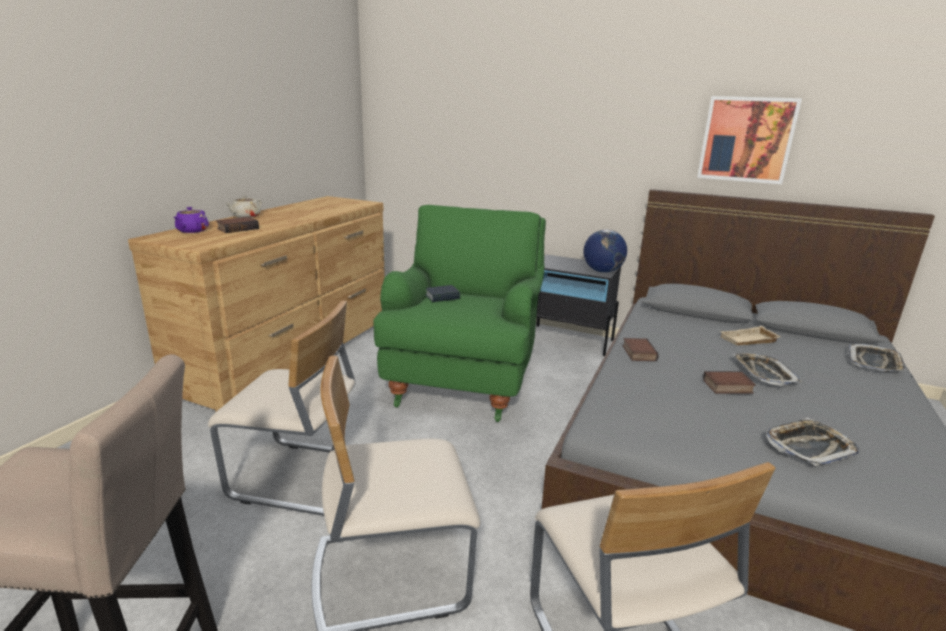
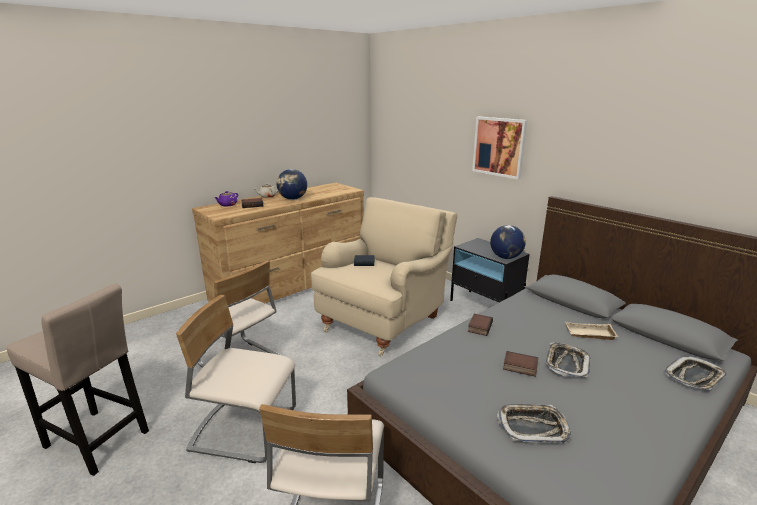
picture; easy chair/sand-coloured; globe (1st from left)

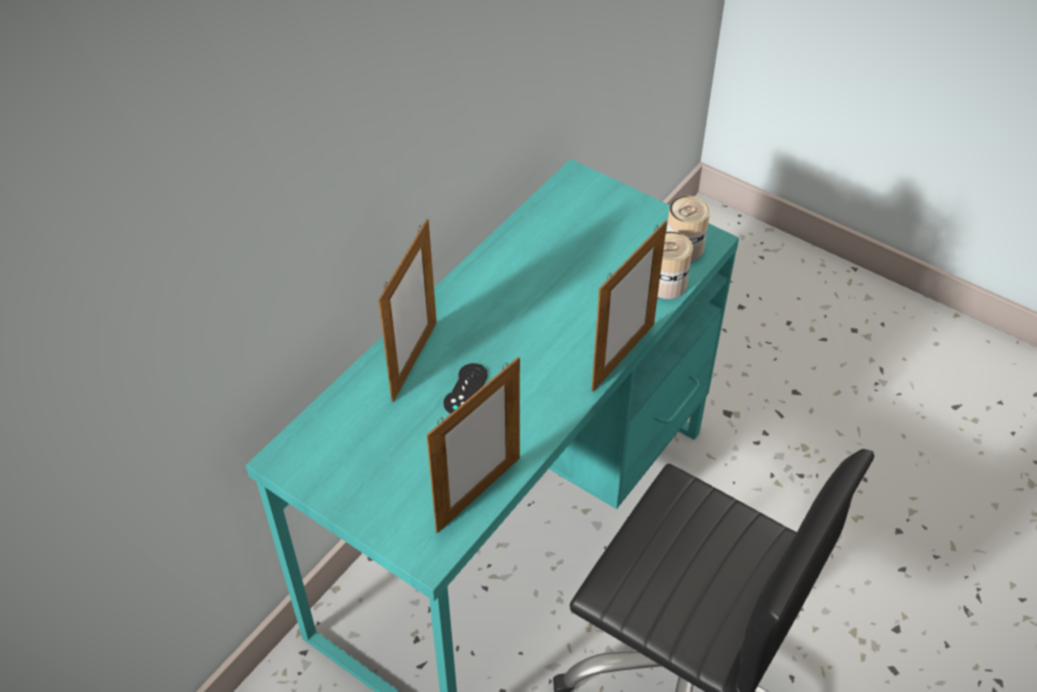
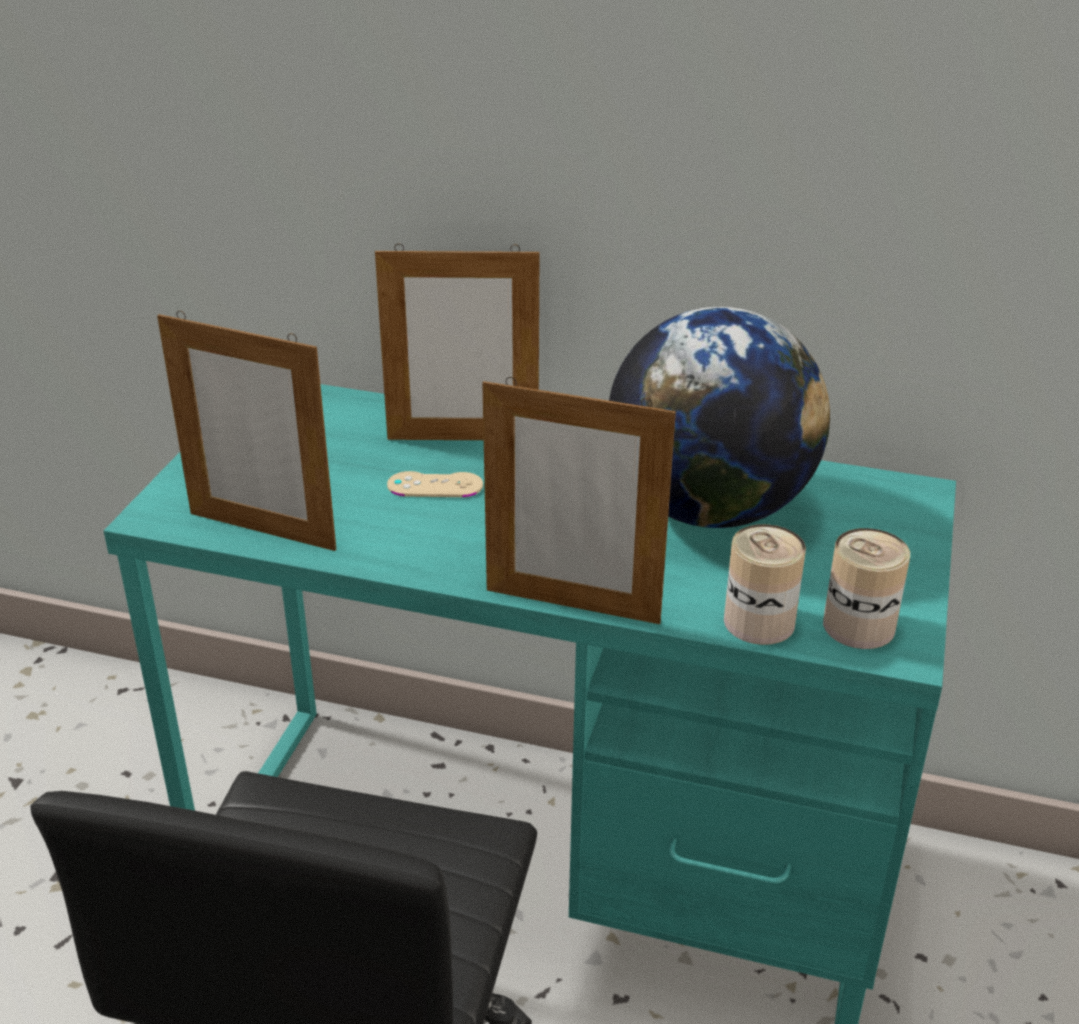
gamepad/sand-coloured; globe

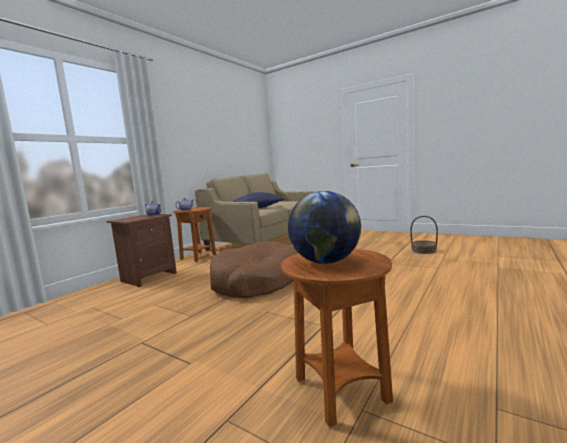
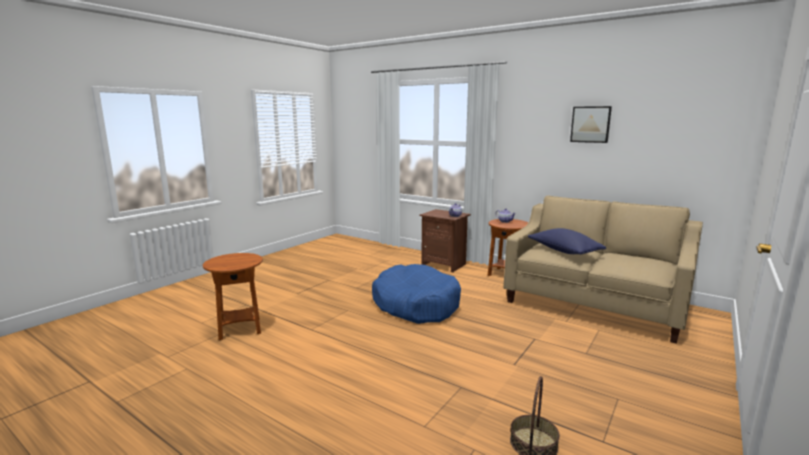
globe; dog bed/blue; picture

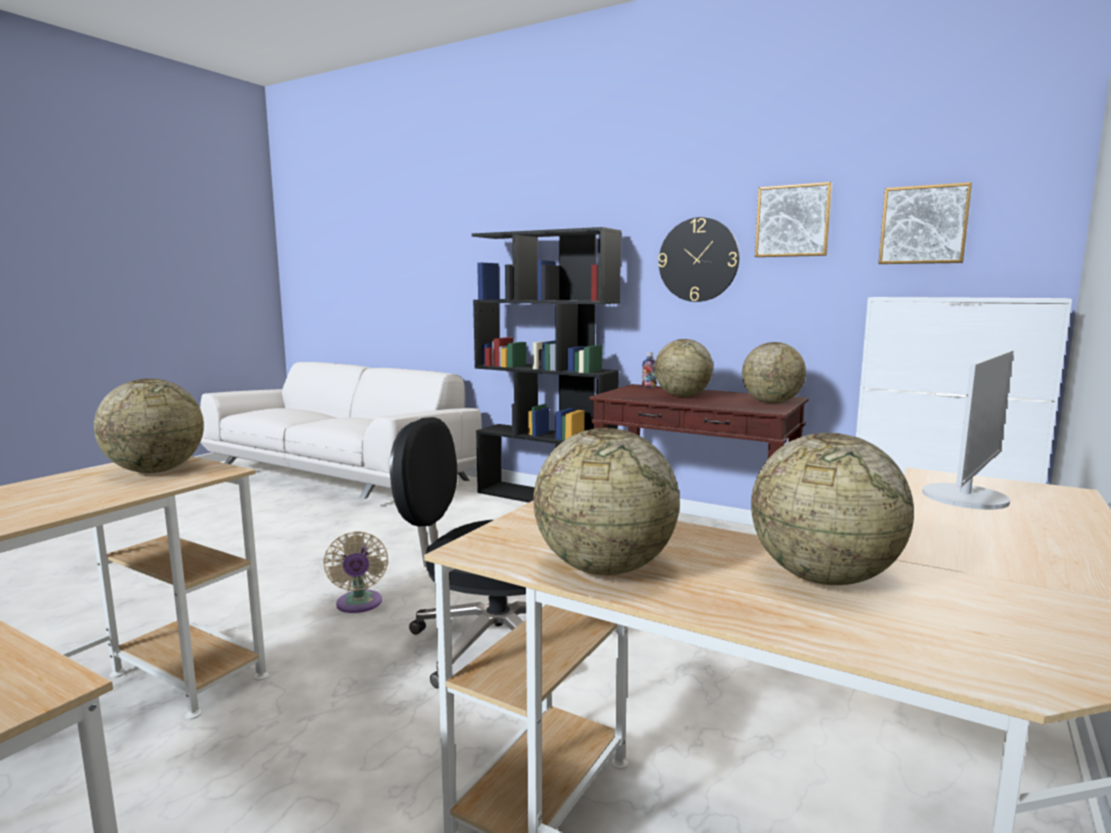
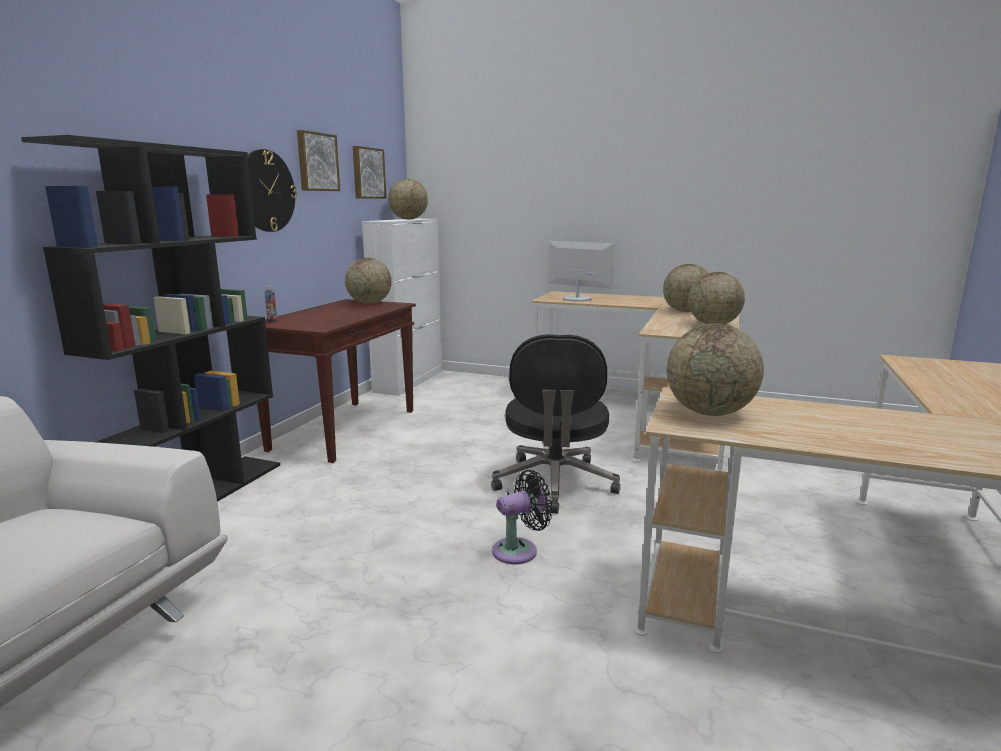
globe (2nd from left); fan/blackish

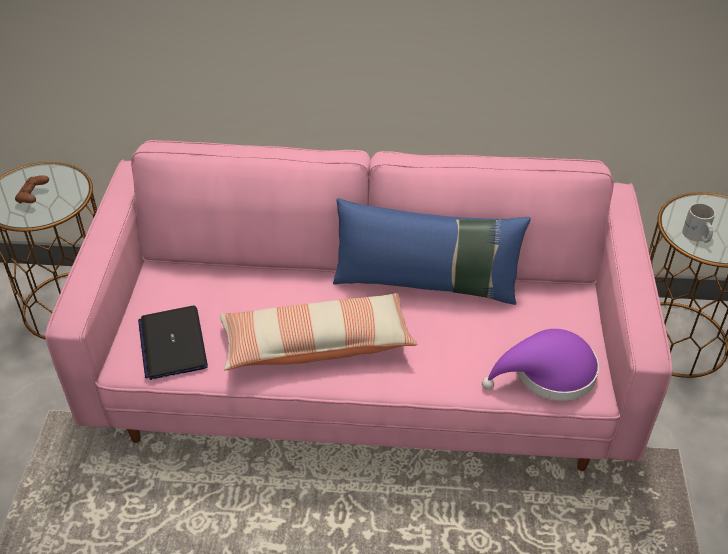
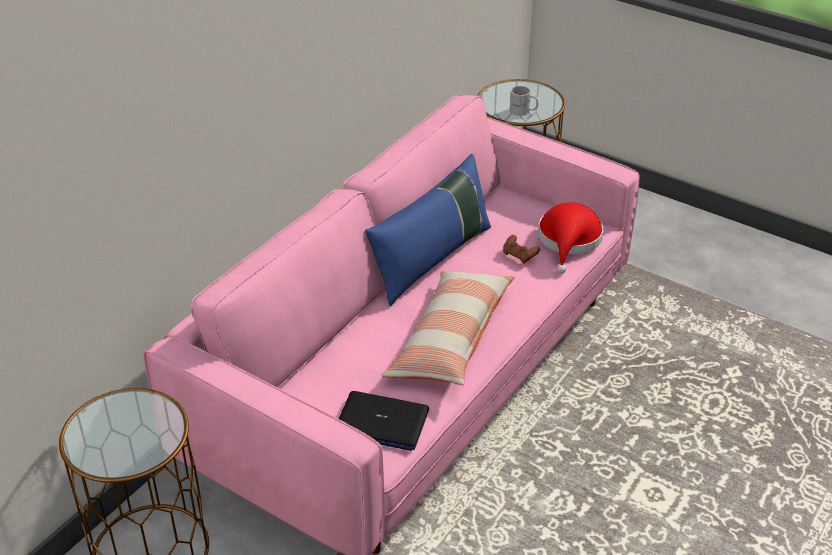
gamepad/brown; hat/red-coloured

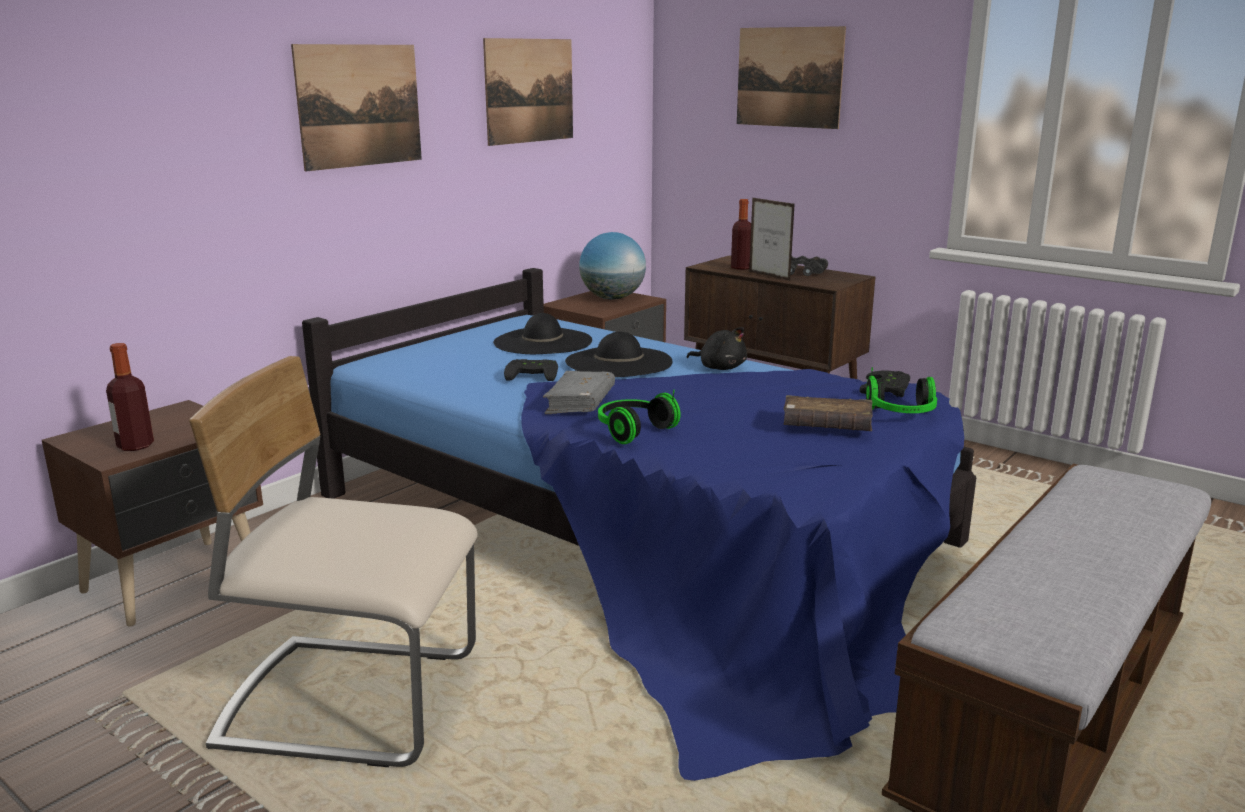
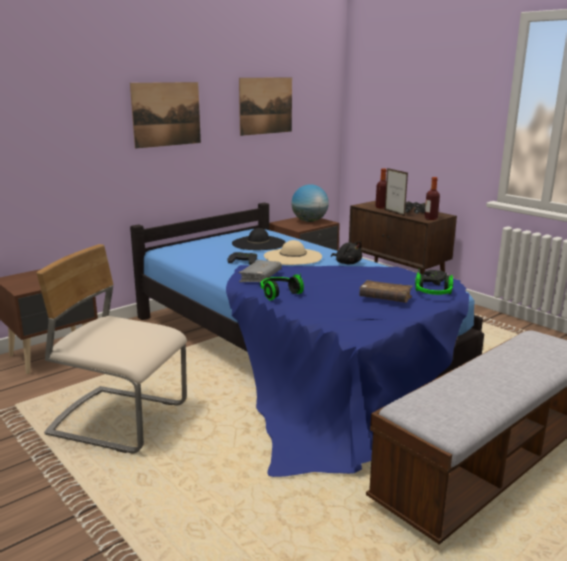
picture (3rd from left in the first image); hat/sand-coloured; beverage bottle (2nd from left)

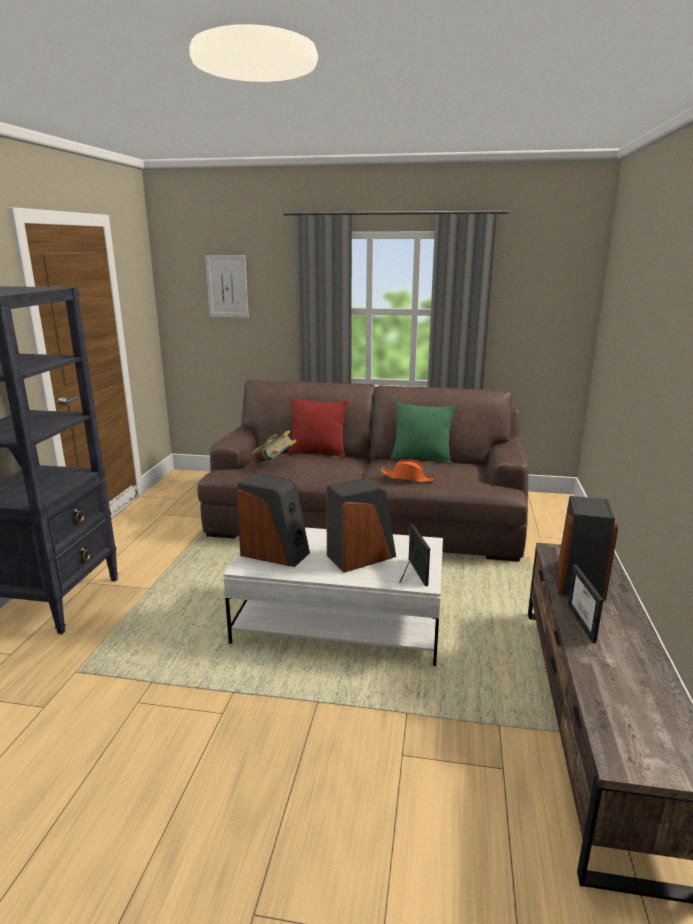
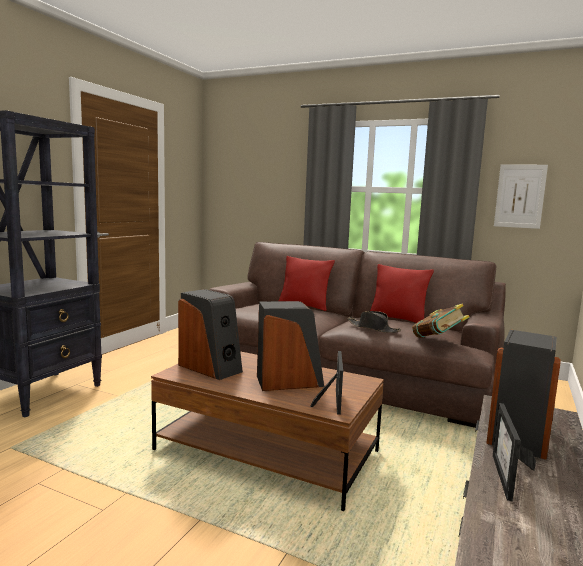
picture; throw pillow/red-coloured (2nd from left); volume; hat/blackish; low table/brown

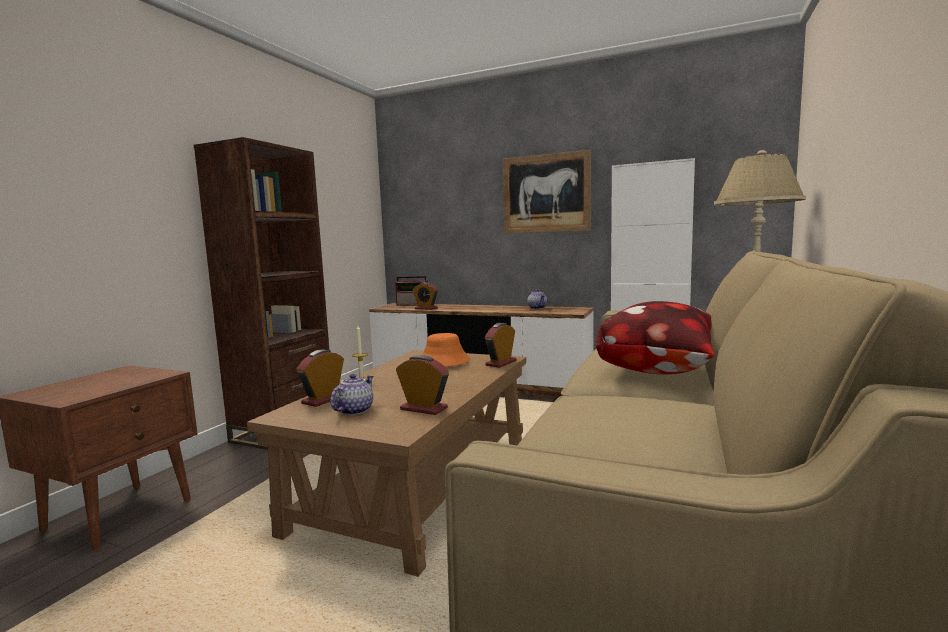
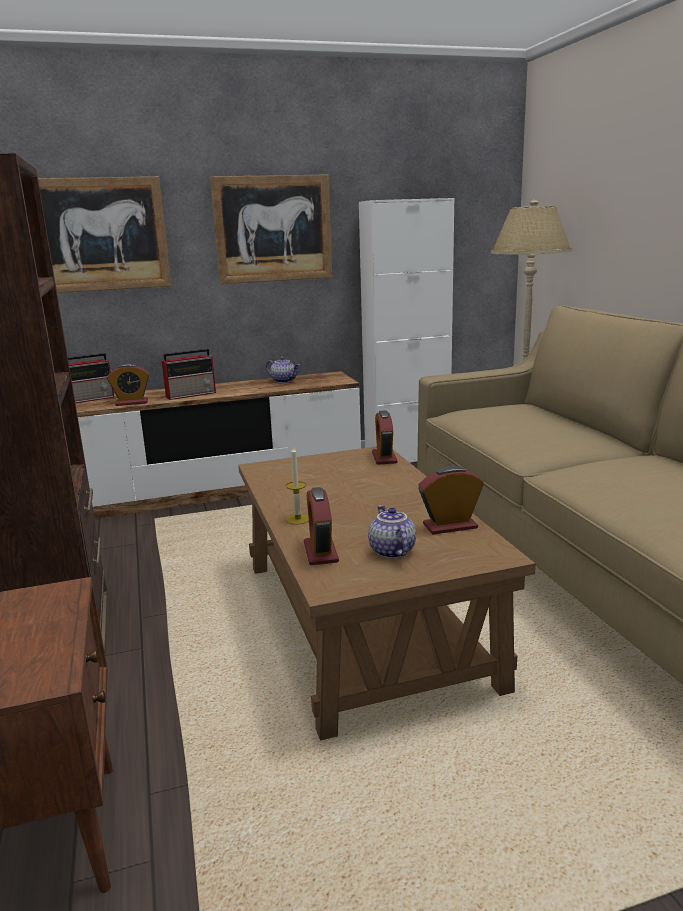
throw pillow; hat/orange-coloured; picture (1st from left); radio set (2nd from left)

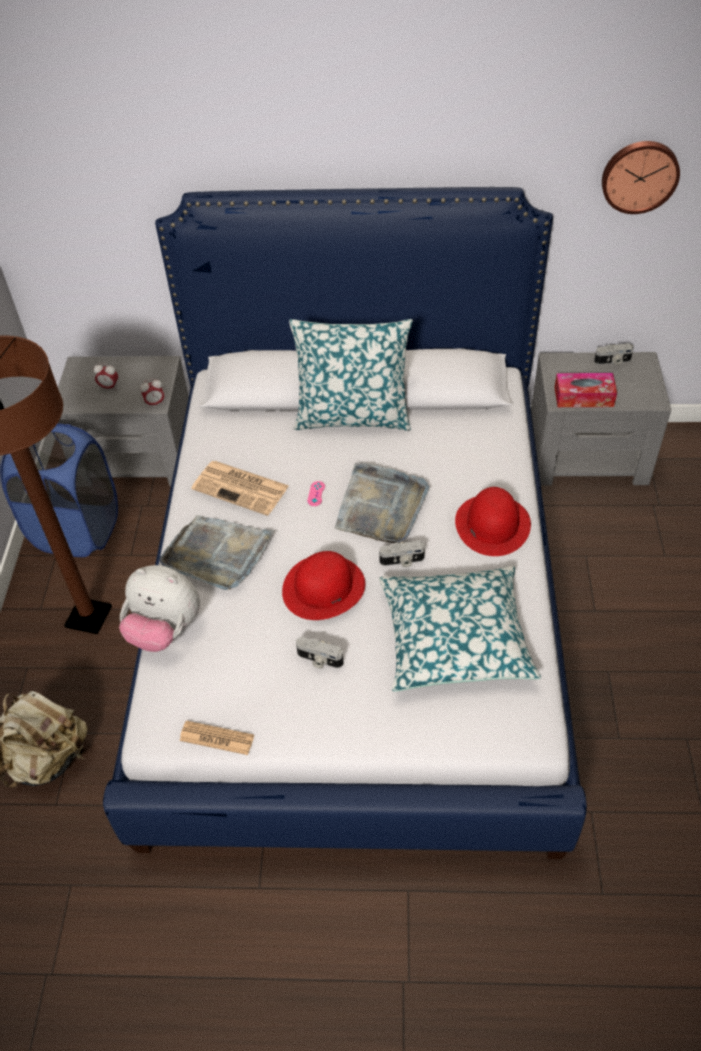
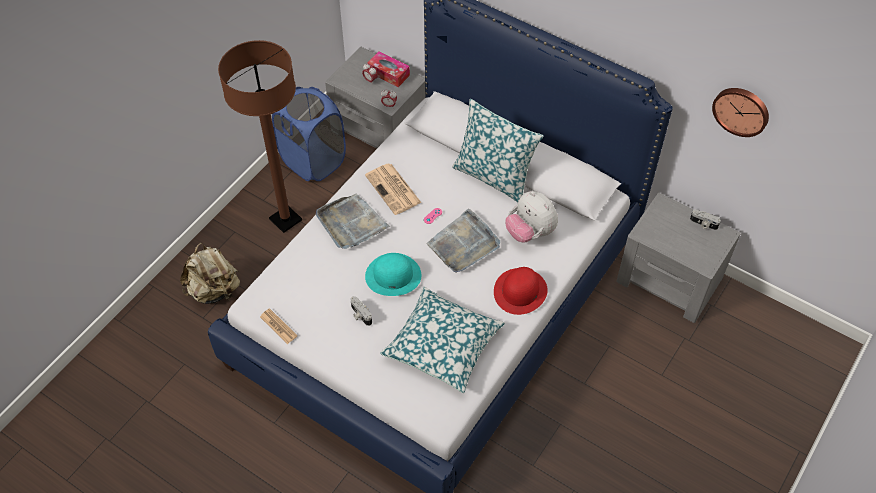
box of tissues; photo camera (2nd from left in the first image); hat/blue-green; plush toy

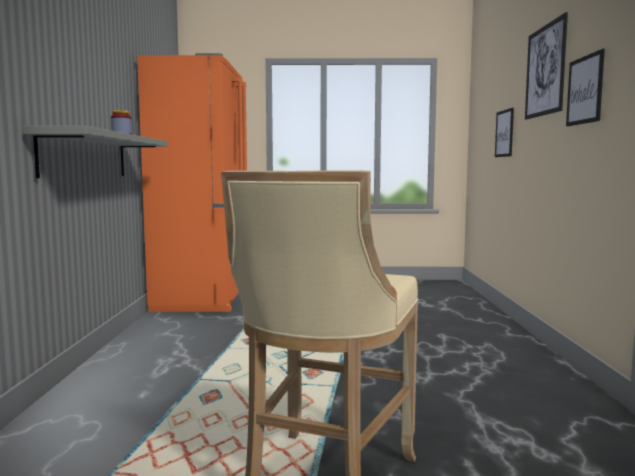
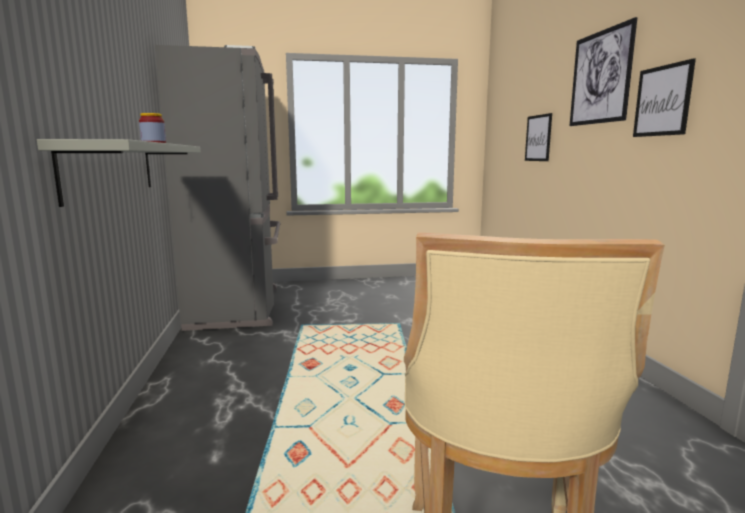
kitchen fridge/greyish

